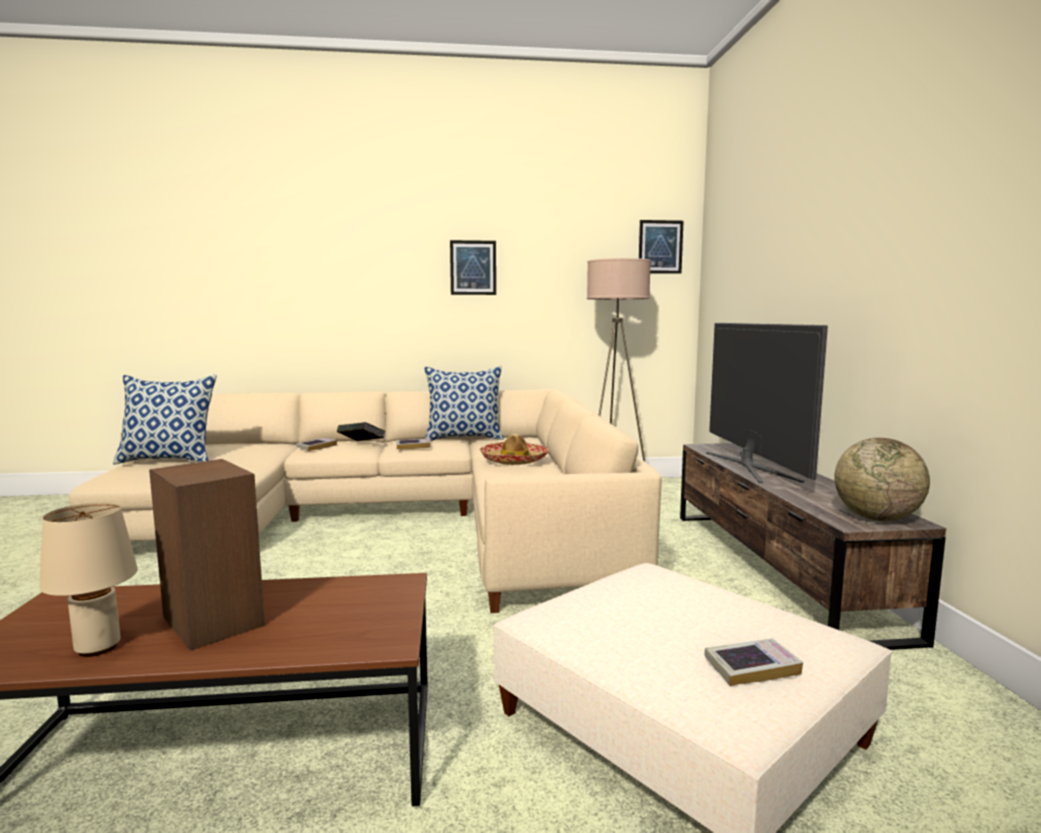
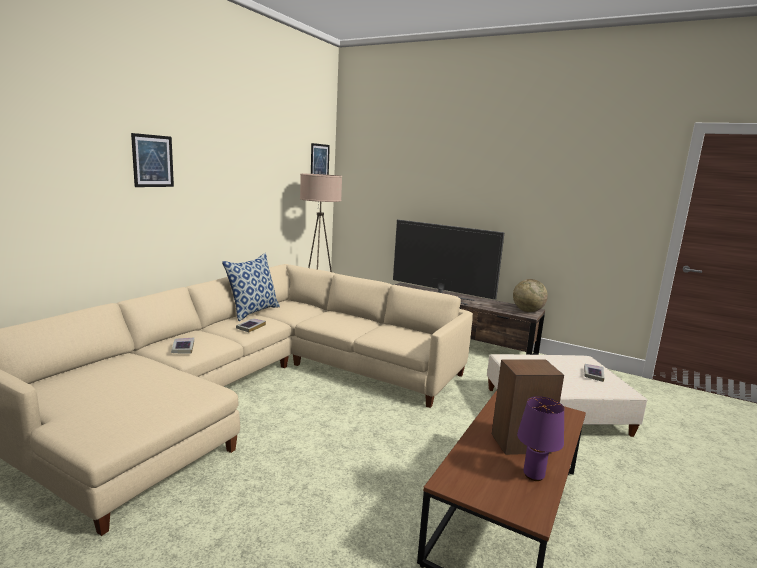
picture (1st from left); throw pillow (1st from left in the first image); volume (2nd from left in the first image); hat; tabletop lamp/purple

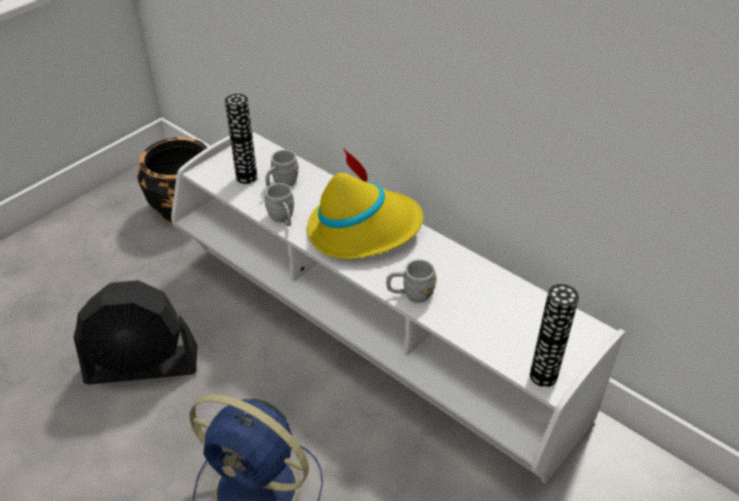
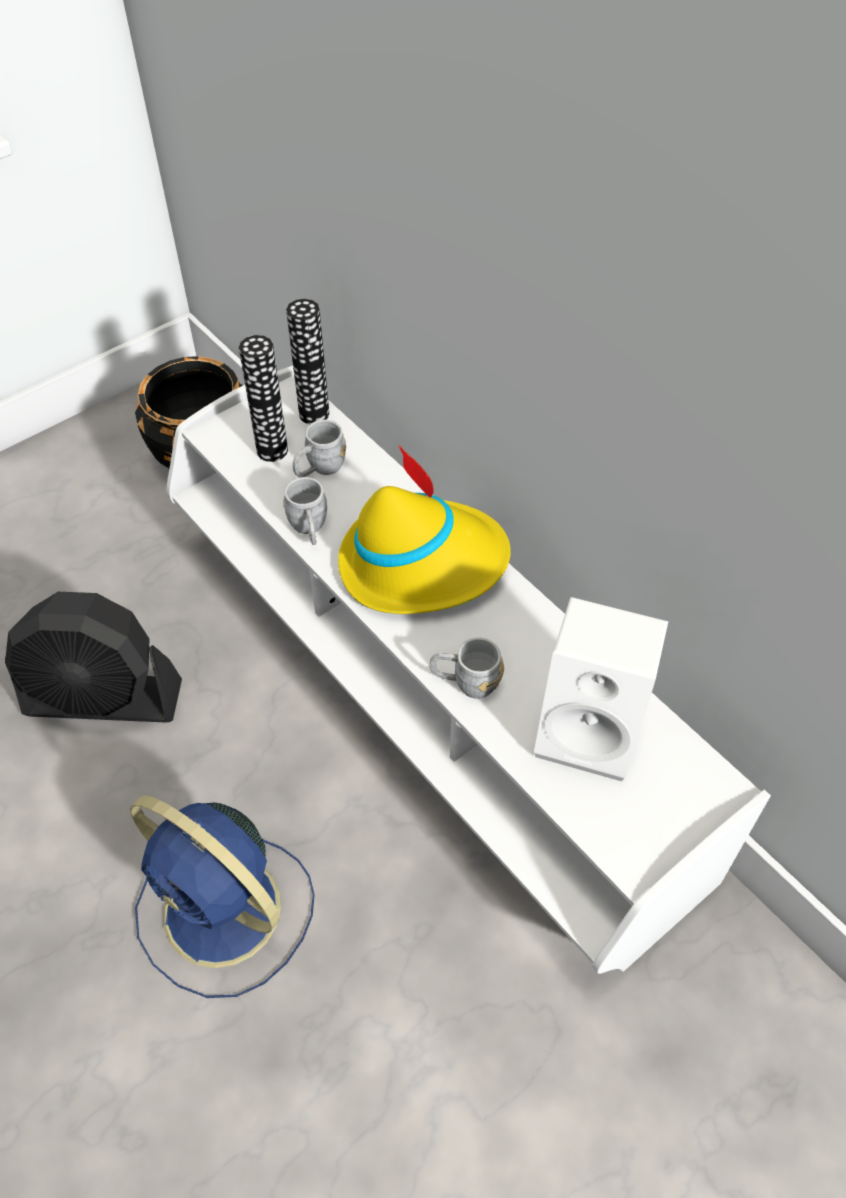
flower vase (2nd from left); loudspeaker/whitish

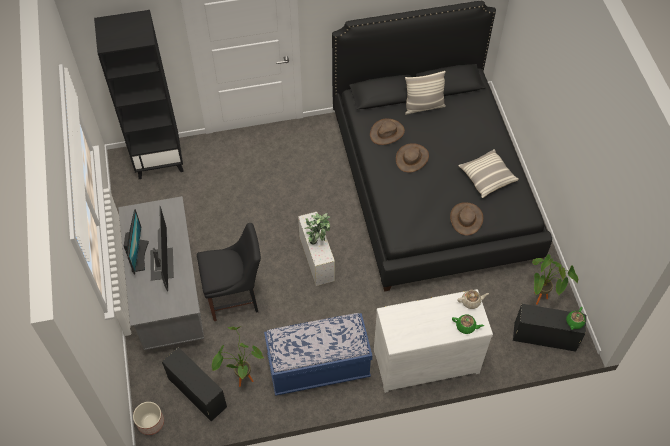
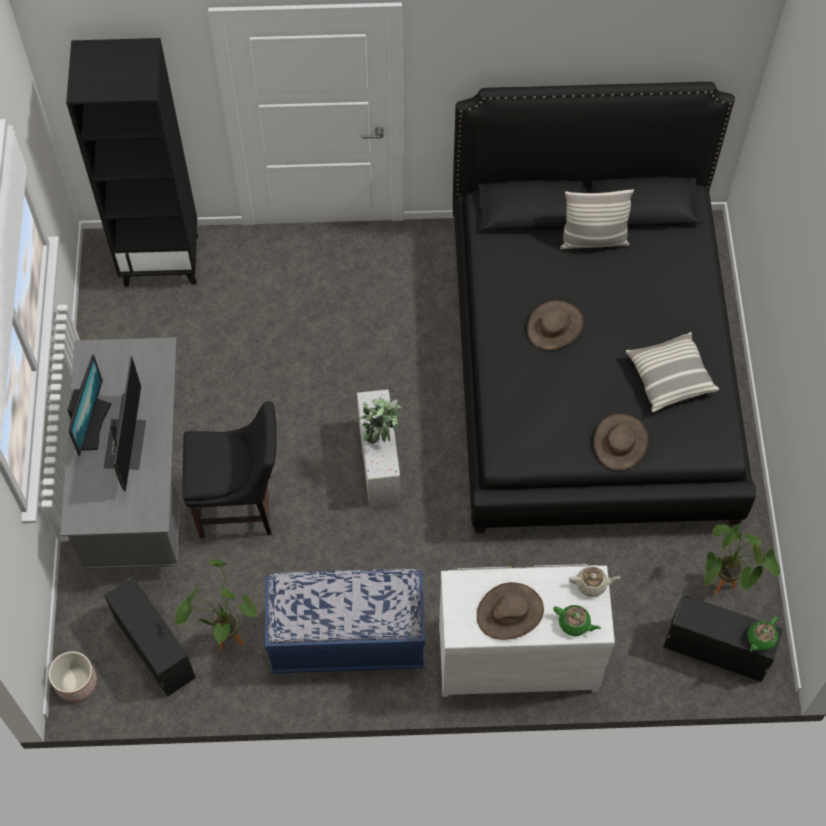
hat/brown (1st from left)

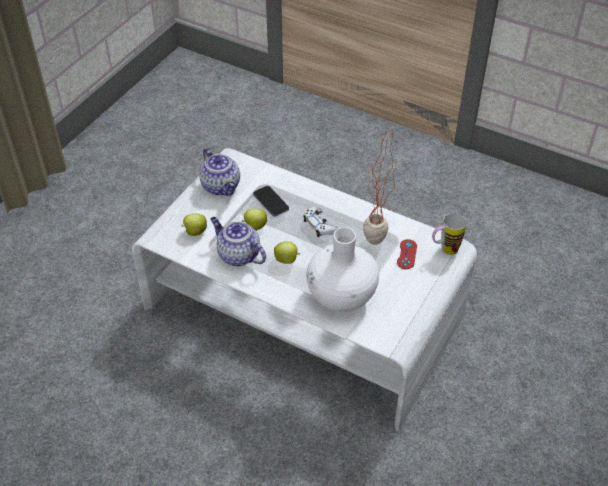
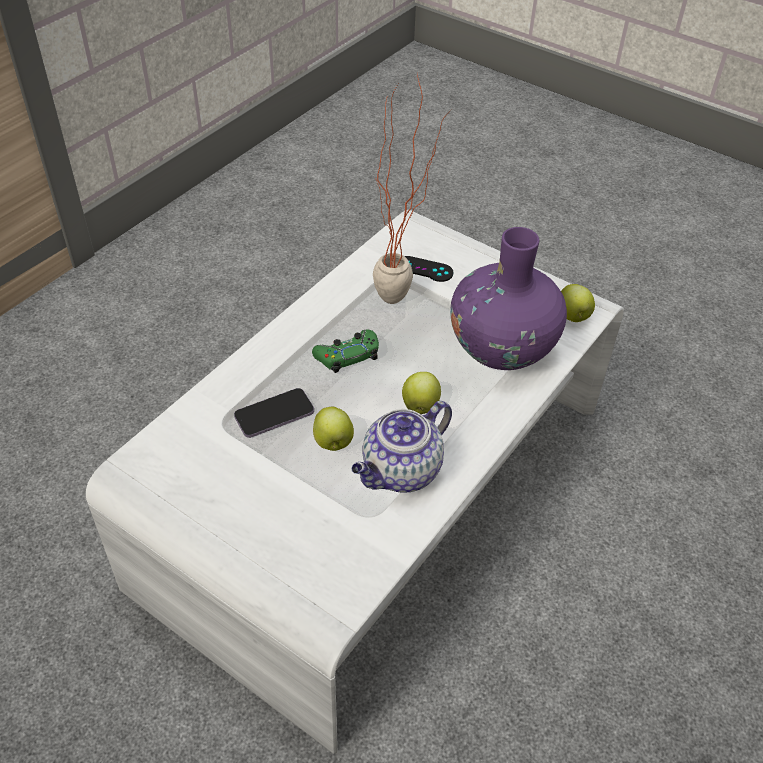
teapot (1st from left in the first image); gamepad/green-coloured; apple (3rd from left); tea mug; flower vase/purple; gamepad/blackish

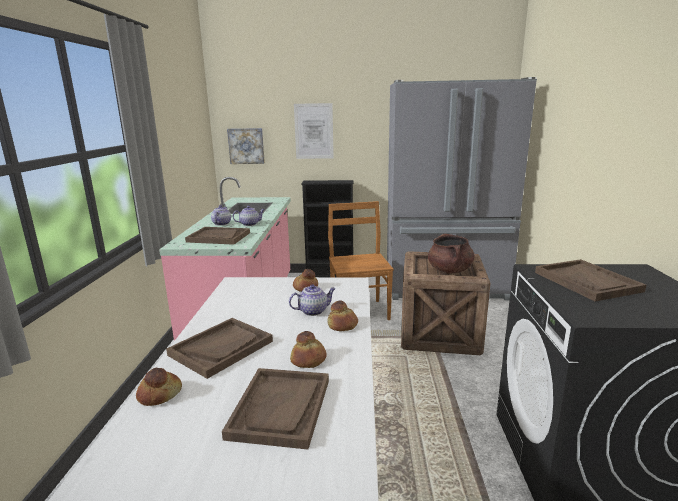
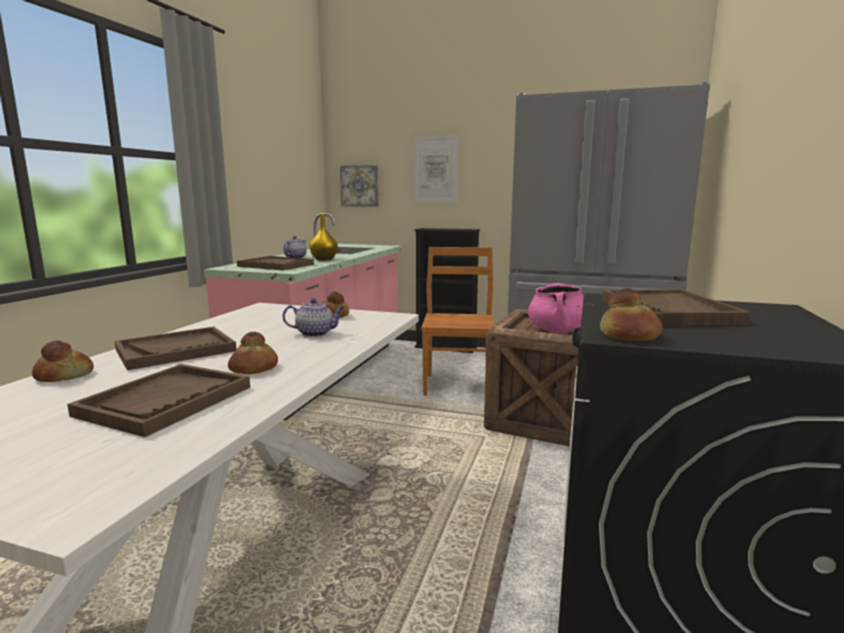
flower vase/yellow; cooking pot/pinkish; bread (4th from left)

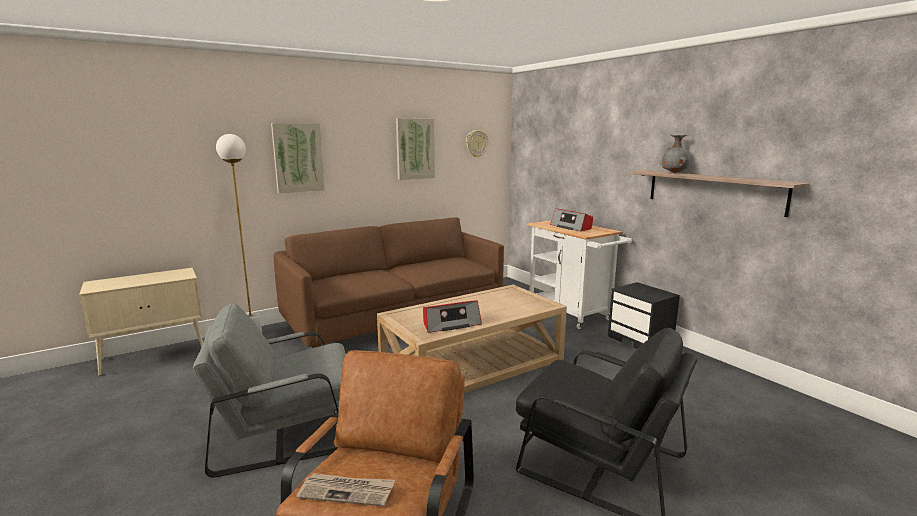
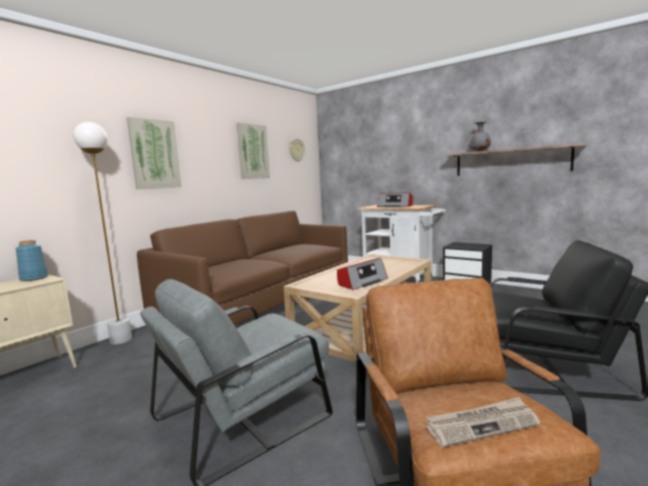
flower vase/blue

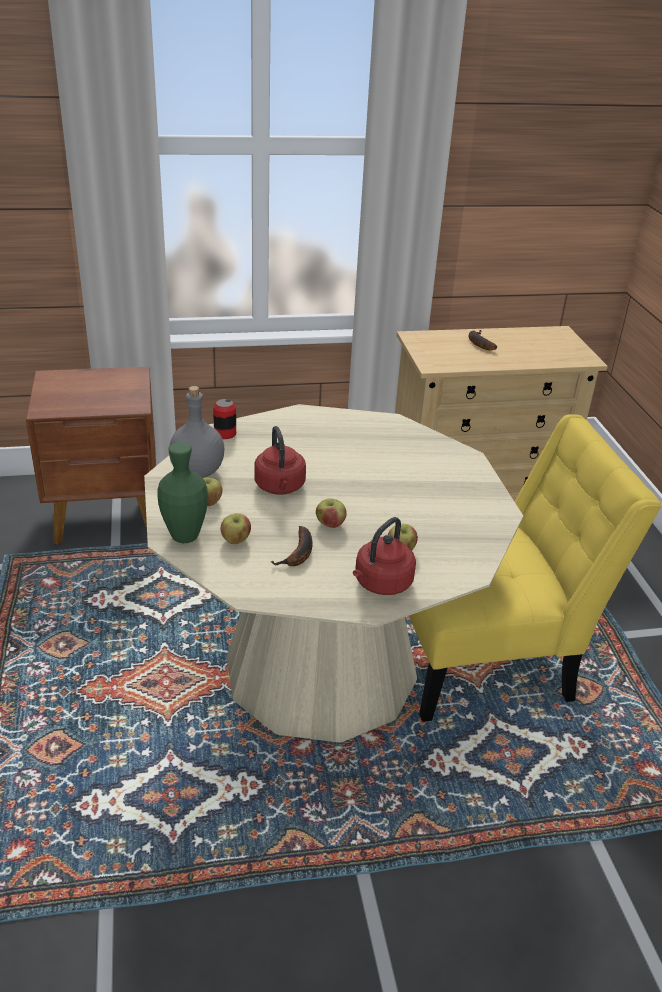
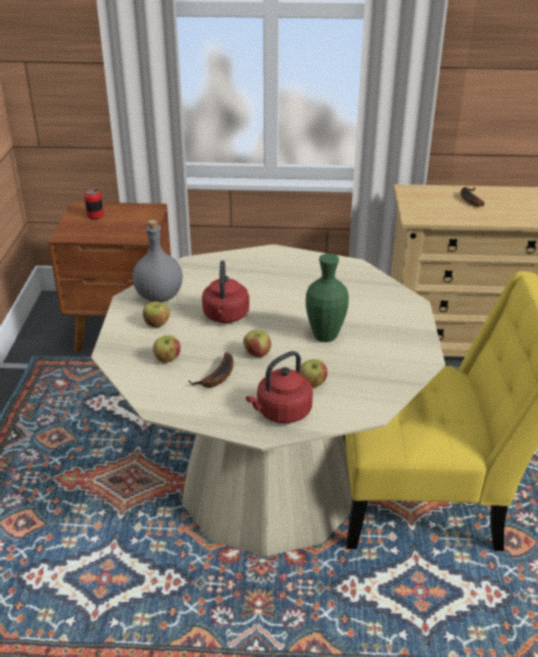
can; flower vase/green-coloured

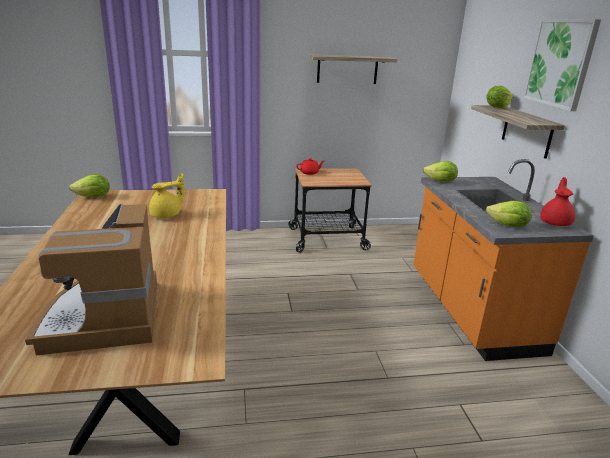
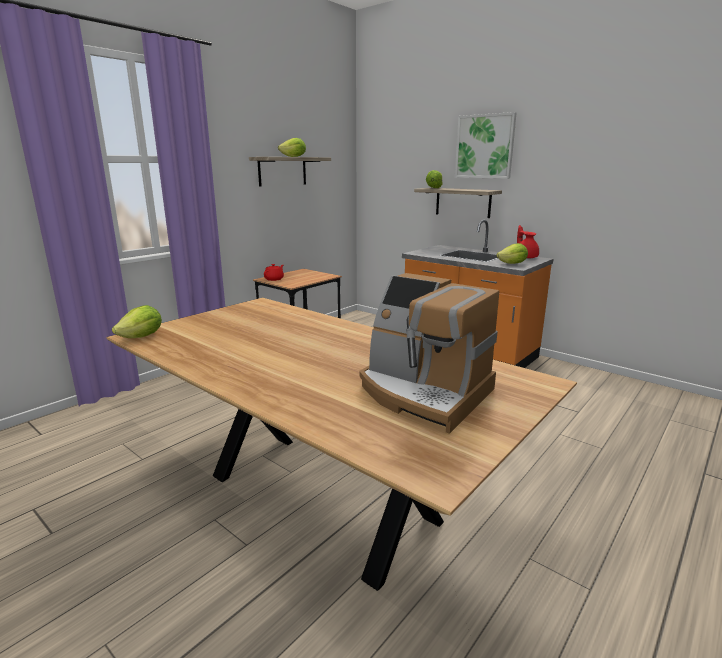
lettuce head (2nd from left); teapot/yellow

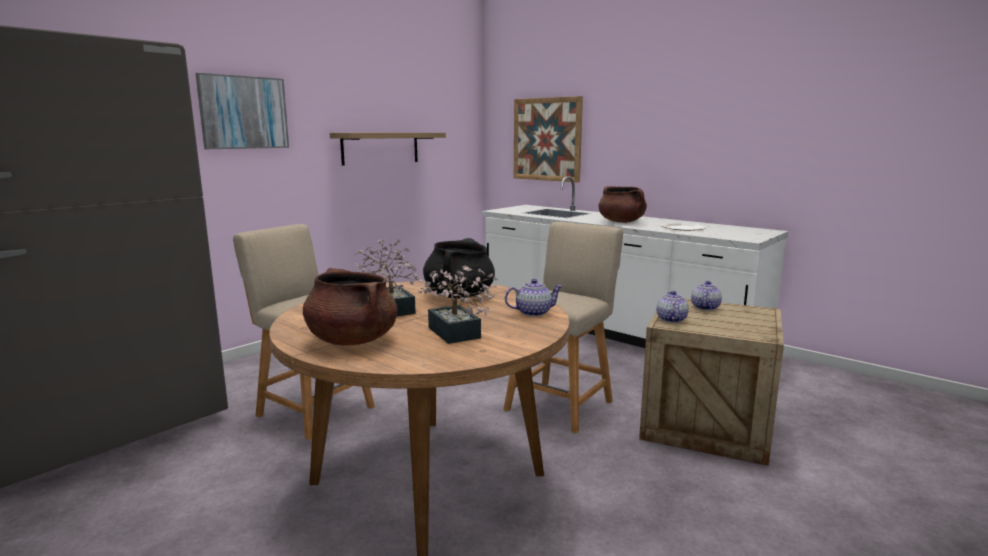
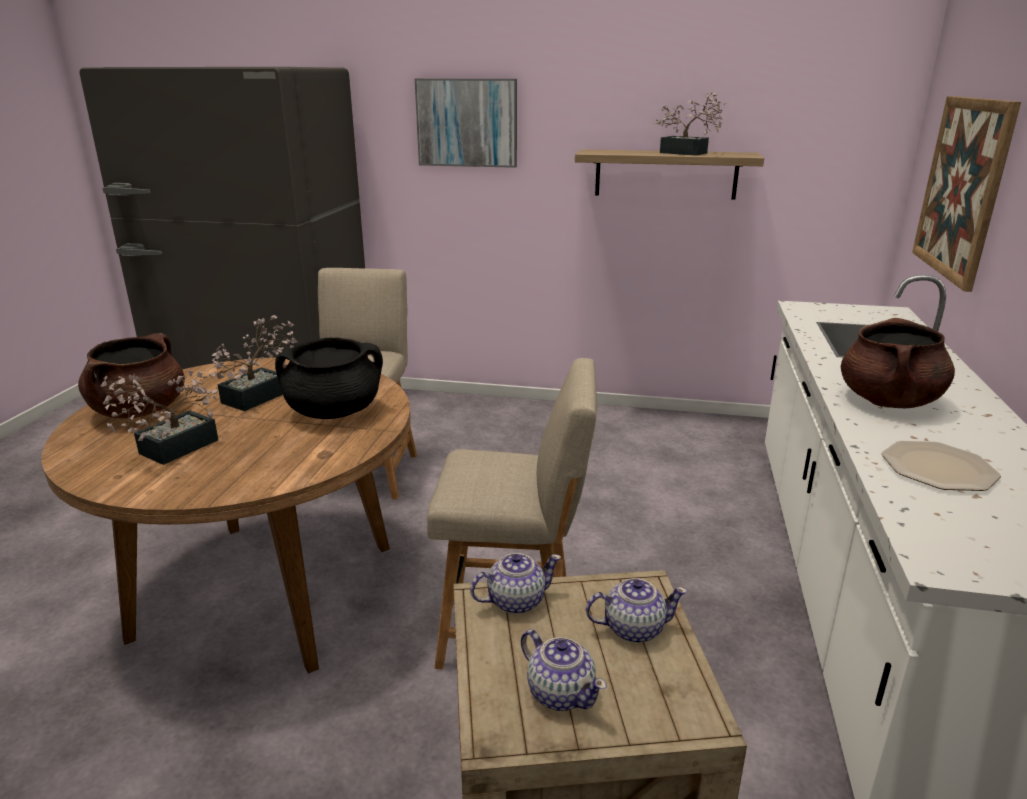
teapot (2nd from left); potted plant (3rd from left)

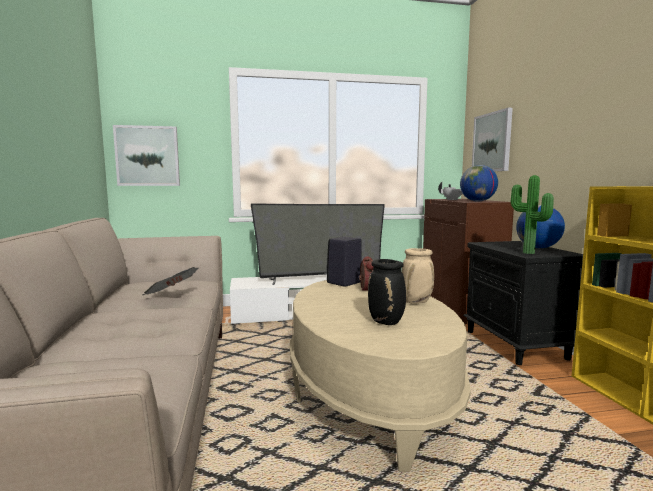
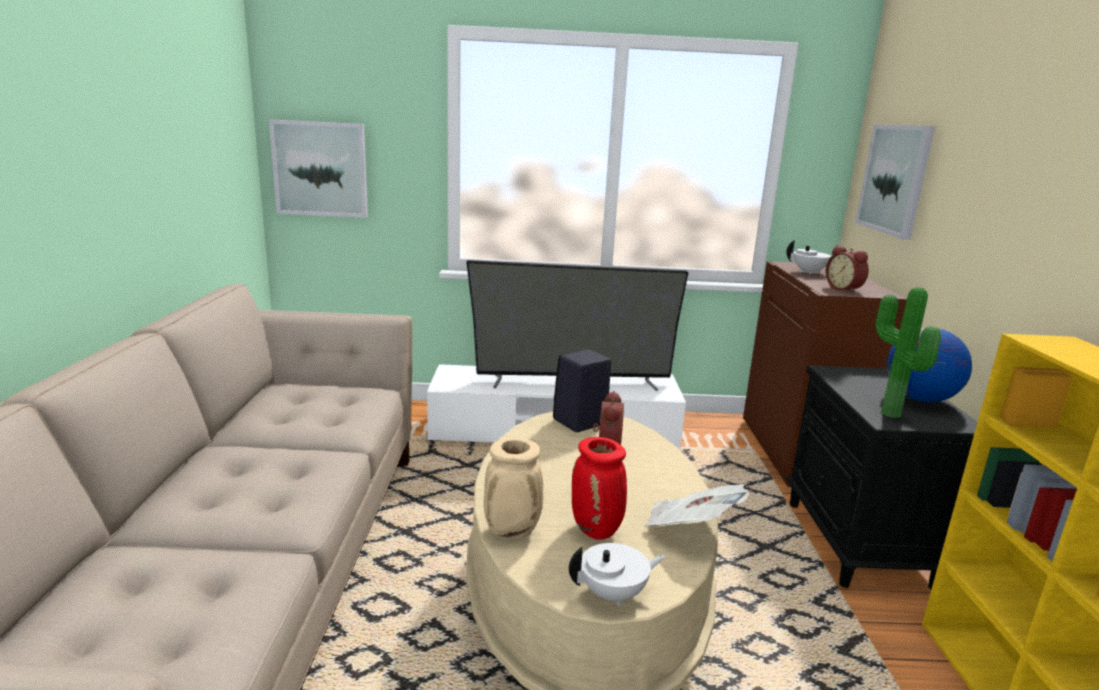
bedside clock (2nd from left); flower vase/sand-coloured; flower vase/red-coloured; printed paper; teapot/whitish (1st from left)

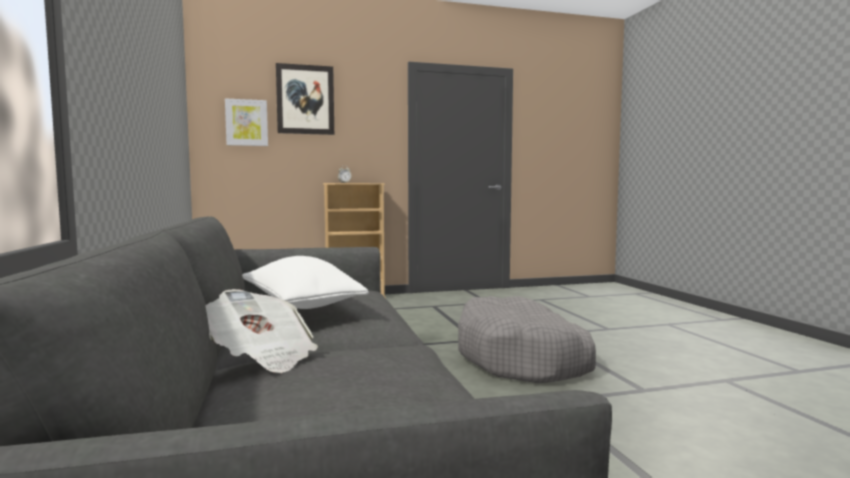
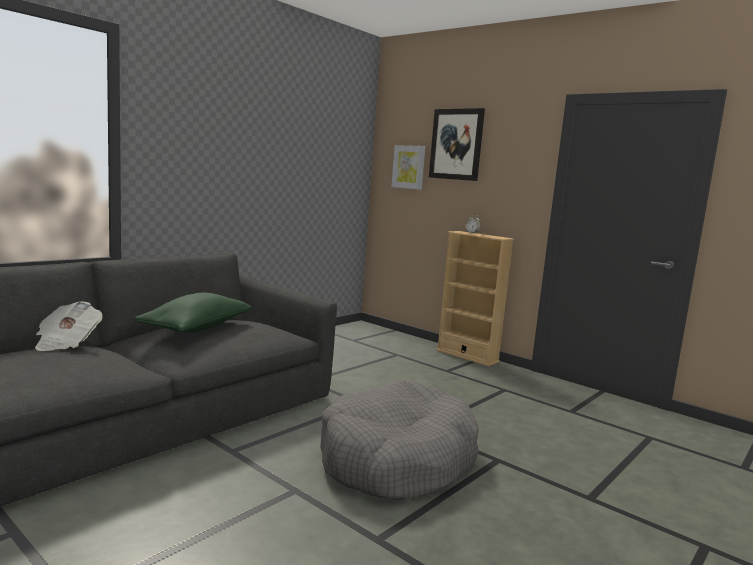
throw pillow/green-coloured

